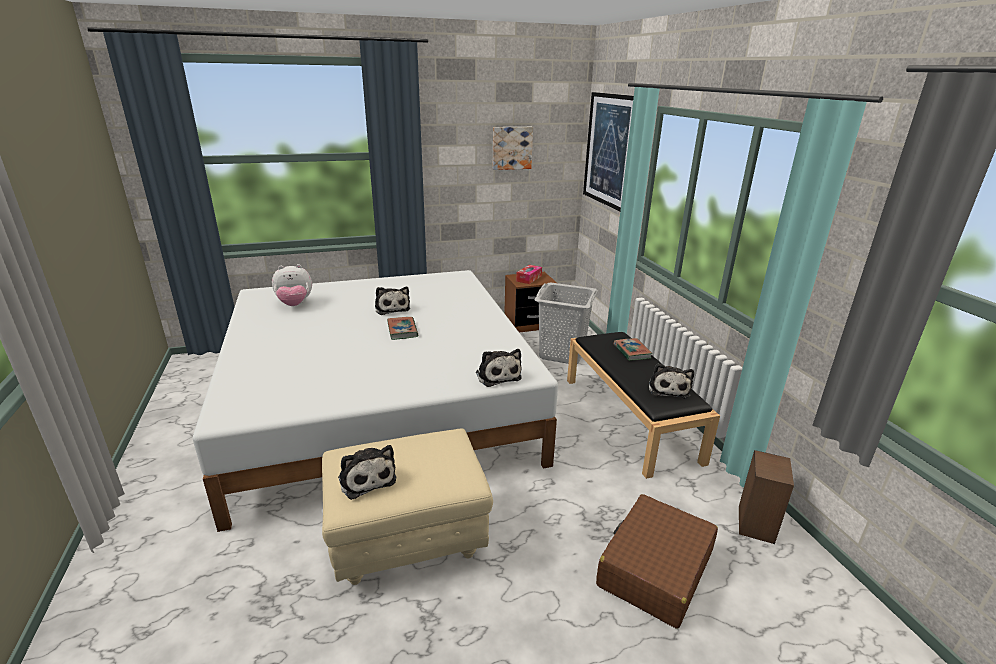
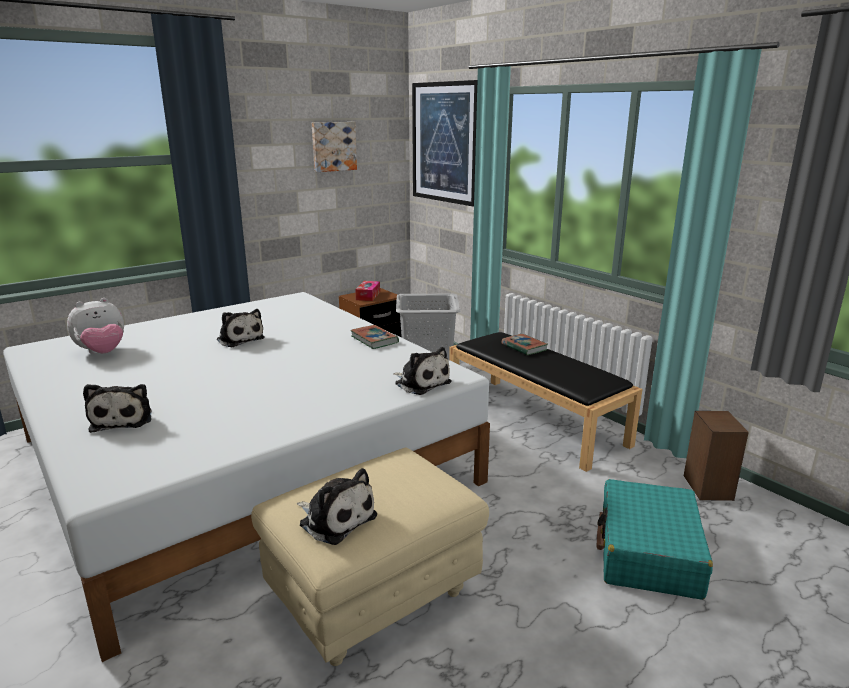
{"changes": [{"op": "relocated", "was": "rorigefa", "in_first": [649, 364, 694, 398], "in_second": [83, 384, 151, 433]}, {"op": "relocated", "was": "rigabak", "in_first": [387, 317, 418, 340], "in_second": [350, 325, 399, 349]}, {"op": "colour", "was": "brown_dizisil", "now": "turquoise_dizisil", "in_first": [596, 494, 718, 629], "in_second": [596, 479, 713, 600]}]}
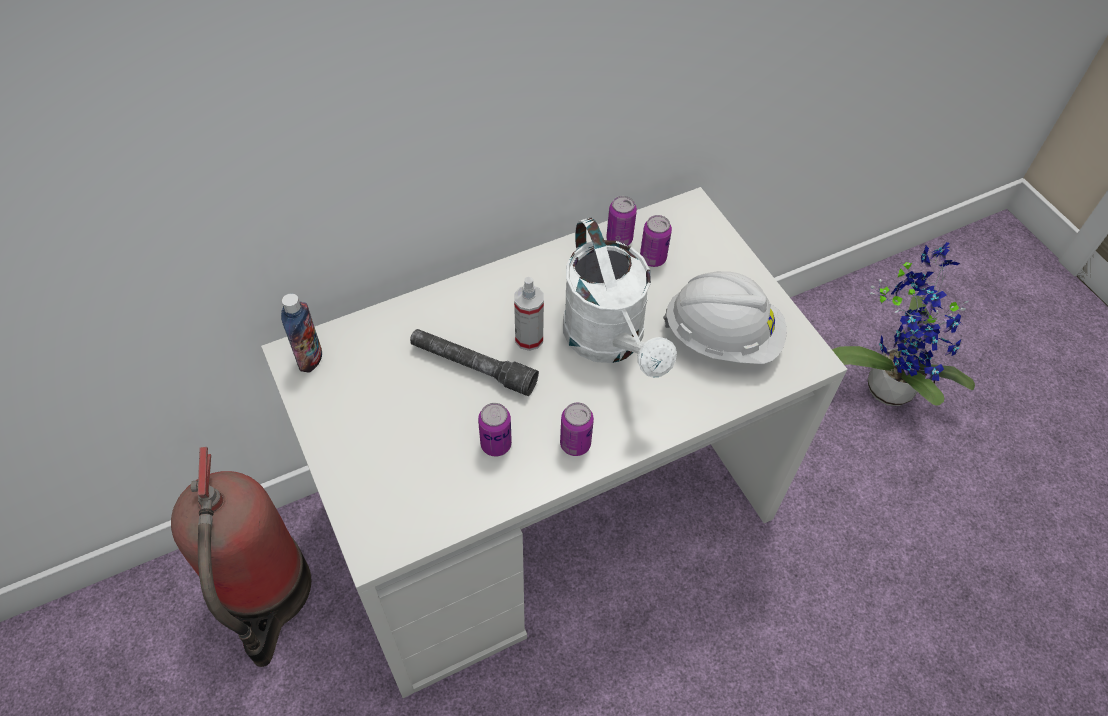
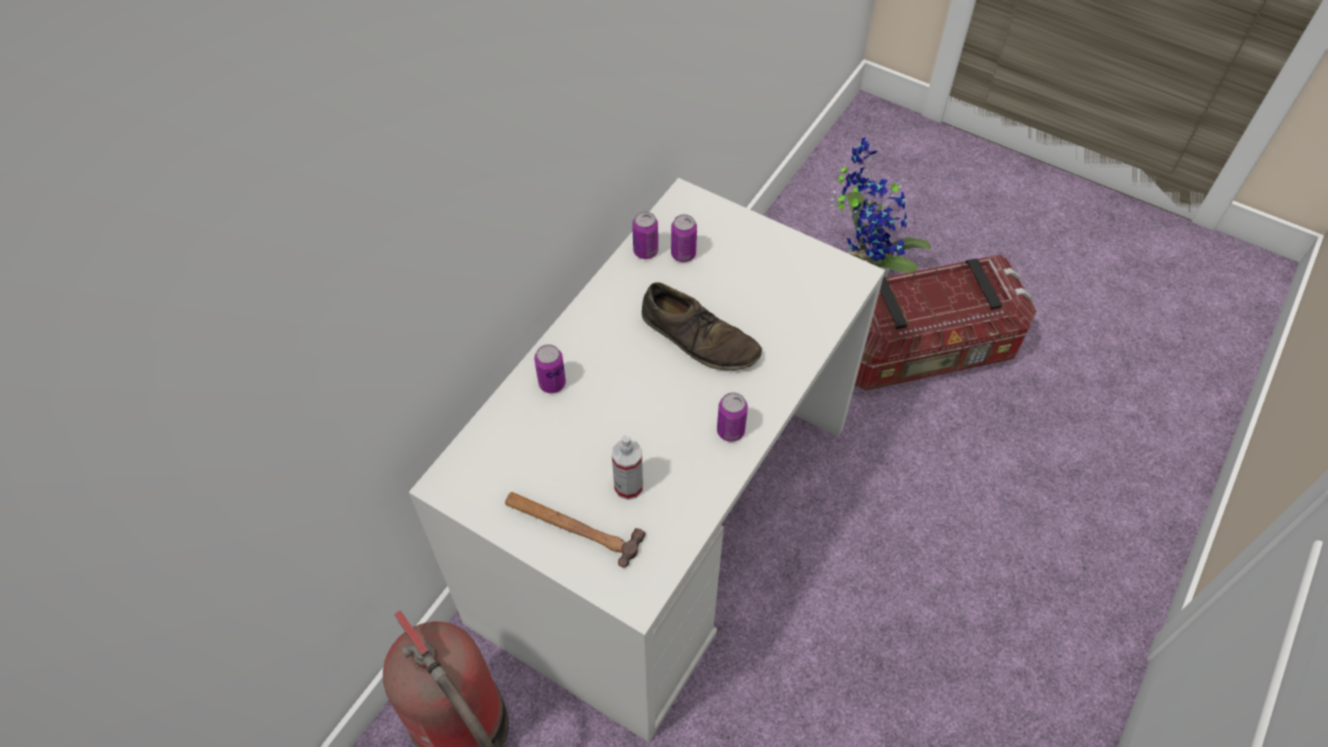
{"changes": [{"op": "appeared", "now": "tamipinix", "in_second": [505, 492, 646, 568]}, {"op": "relocated", "was": "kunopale", "in_first": [478, 403, 512, 456], "in_second": [534, 344, 566, 393]}, {"op": "relocated", "was": "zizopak", "in_first": [514, 277, 544, 351], "in_second": [612, 435, 643, 500]}, {"op": "exchanged", "was": "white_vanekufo", "now": "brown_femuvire", "in_first": [563, 218, 677, 378], "in_second": [642, 282, 762, 370]}, {"op": "appeared", "now": "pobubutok", "in_second": [855, 255, 1037, 391]}, {"op": "missing", "was": "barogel", "in_first": [281, 293, 322, 373]}, {"op": "missing", "was": "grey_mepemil", "in_first": [410, 329, 539, 396]}, {"op": "missing", "was": "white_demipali", "in_first": [663, 271, 787, 364]}]}
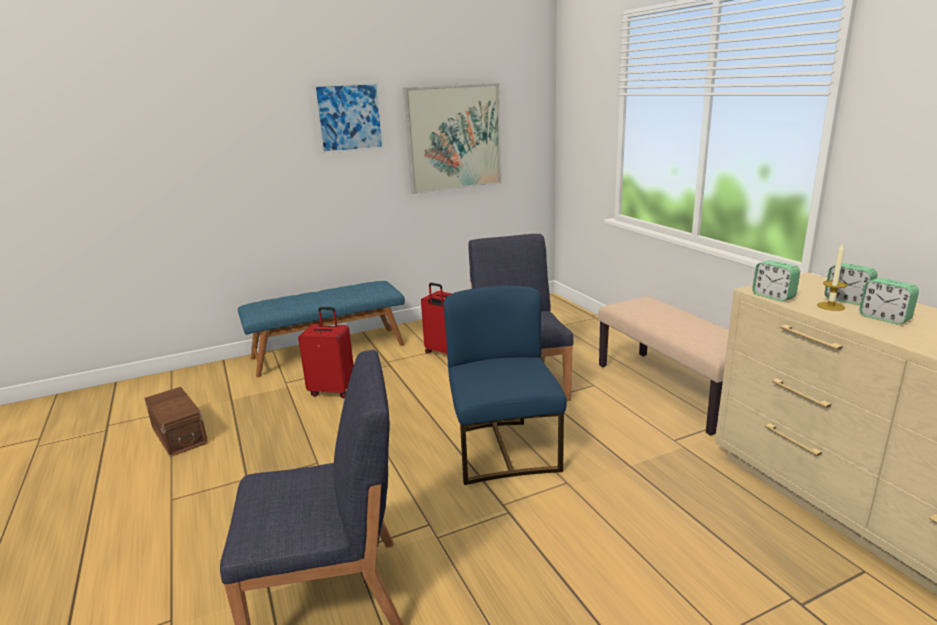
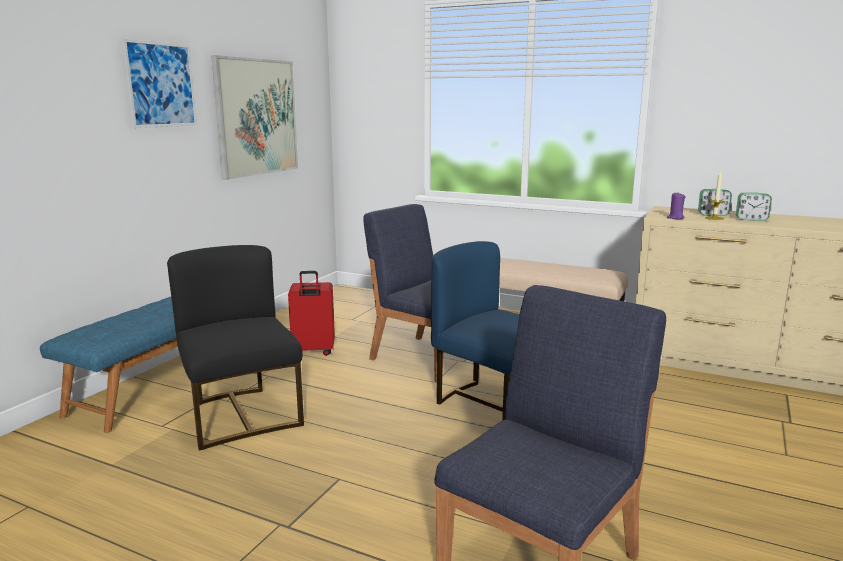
{"changes": [{"op": "exchanged", "was": "red_dizisil", "now": "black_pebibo", "in_first": [298, 307, 354, 399], "in_second": [167, 245, 304, 451]}, {"op": "exchanged", "was": "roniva", "now": "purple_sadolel", "in_first": [752, 260, 800, 301], "in_second": [667, 192, 685, 219]}, {"op": "missing", "was": "brown_pobubutok", "in_first": [144, 387, 208, 457]}]}
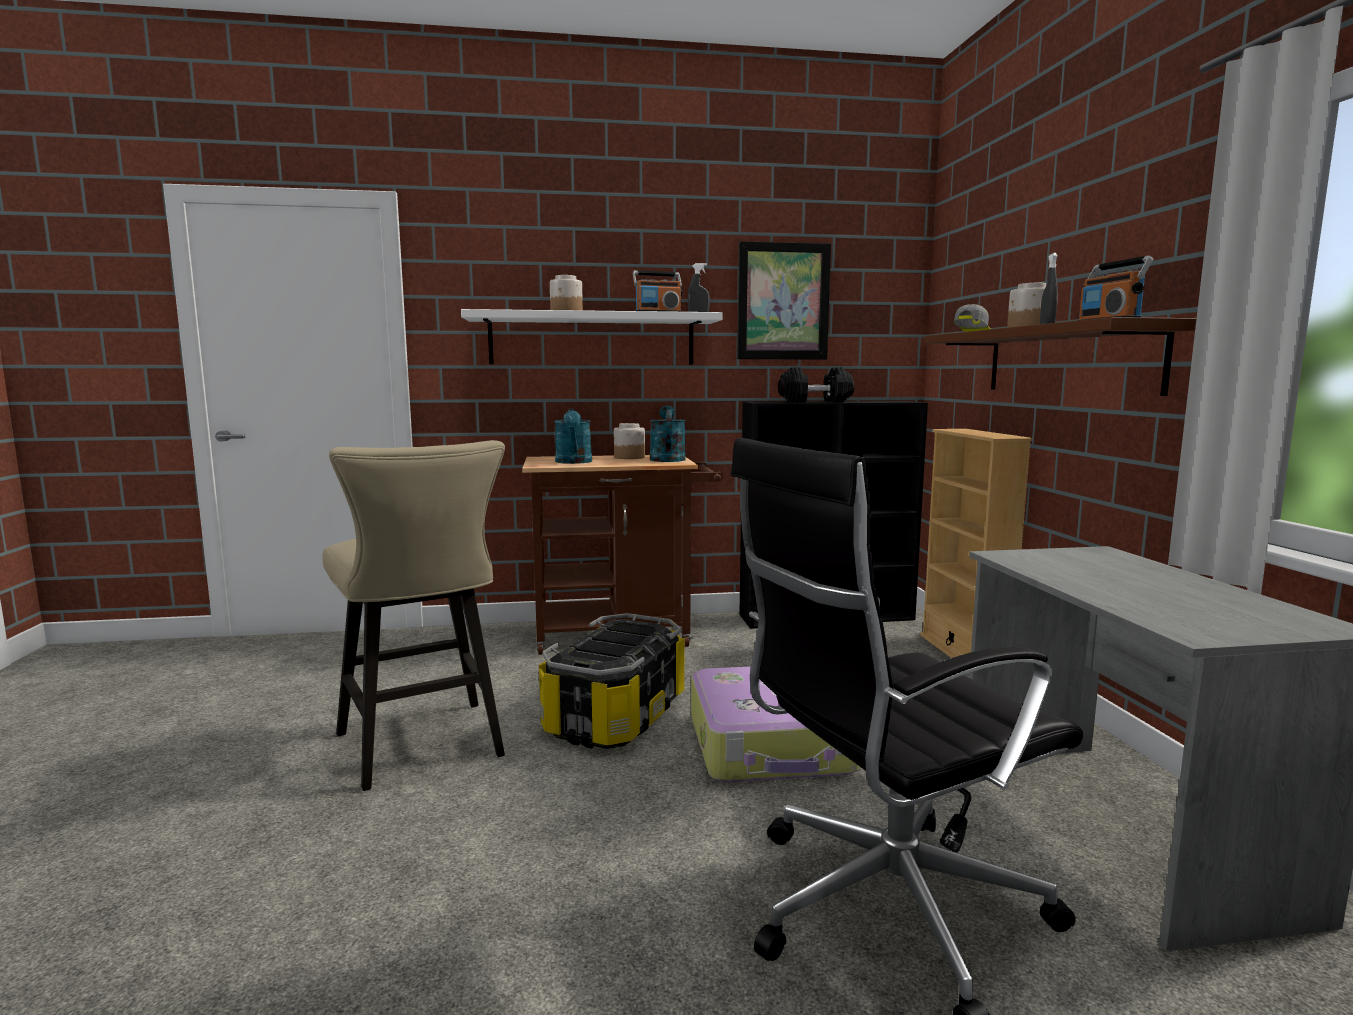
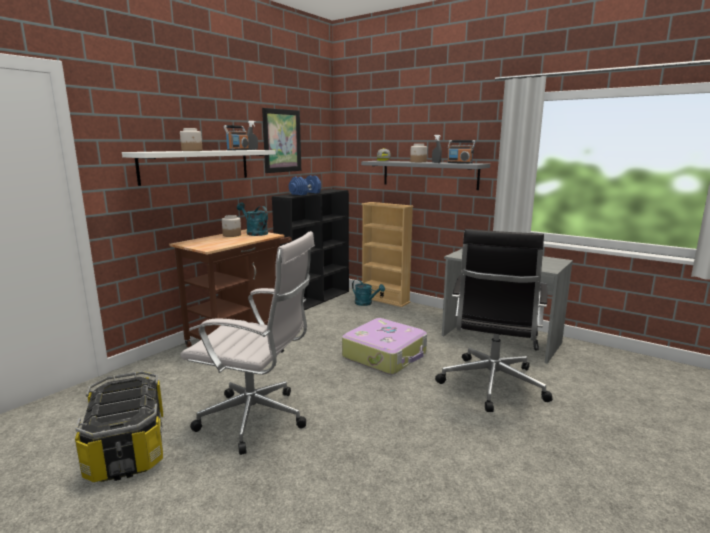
{"changes": [{"op": "relocated", "was": "pobubutok", "in_first": [539, 613, 684, 749], "in_second": [75, 371, 163, 482]}, {"op": "exchanged", "was": "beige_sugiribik", "now": "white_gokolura", "in_first": [322, 440, 505, 791], "in_second": [181, 231, 315, 455]}, {"op": "colour", "was": "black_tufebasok", "now": "blue_tufebasok", "in_first": [778, 367, 855, 402], "in_second": [289, 175, 321, 195]}, {"op": "relocated", "was": "turquoise_vanekufo", "in_first": [554, 409, 592, 464], "in_second": [352, 279, 385, 306]}, {"op": "colour", "was": "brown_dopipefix", "now": "grey_dopipefix", "in_first": [925, 317, 1197, 396], "in_second": [361, 161, 490, 190]}]}
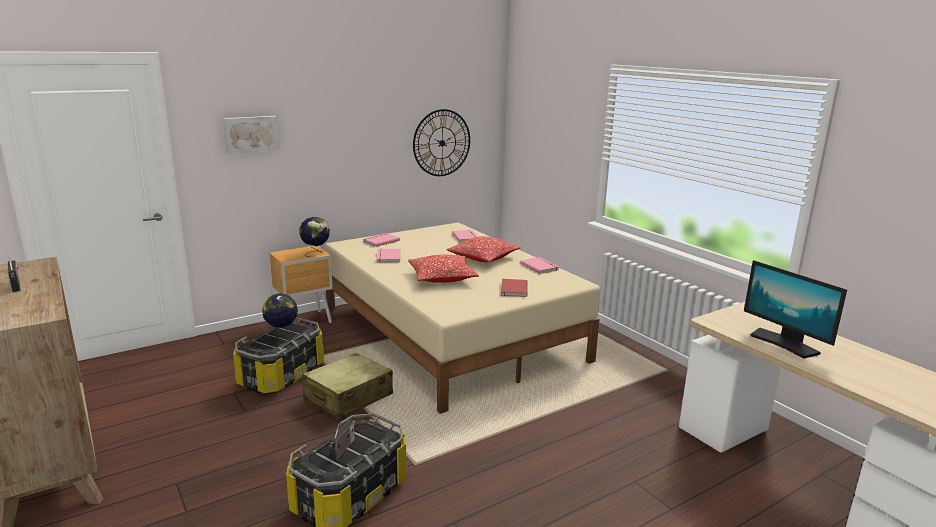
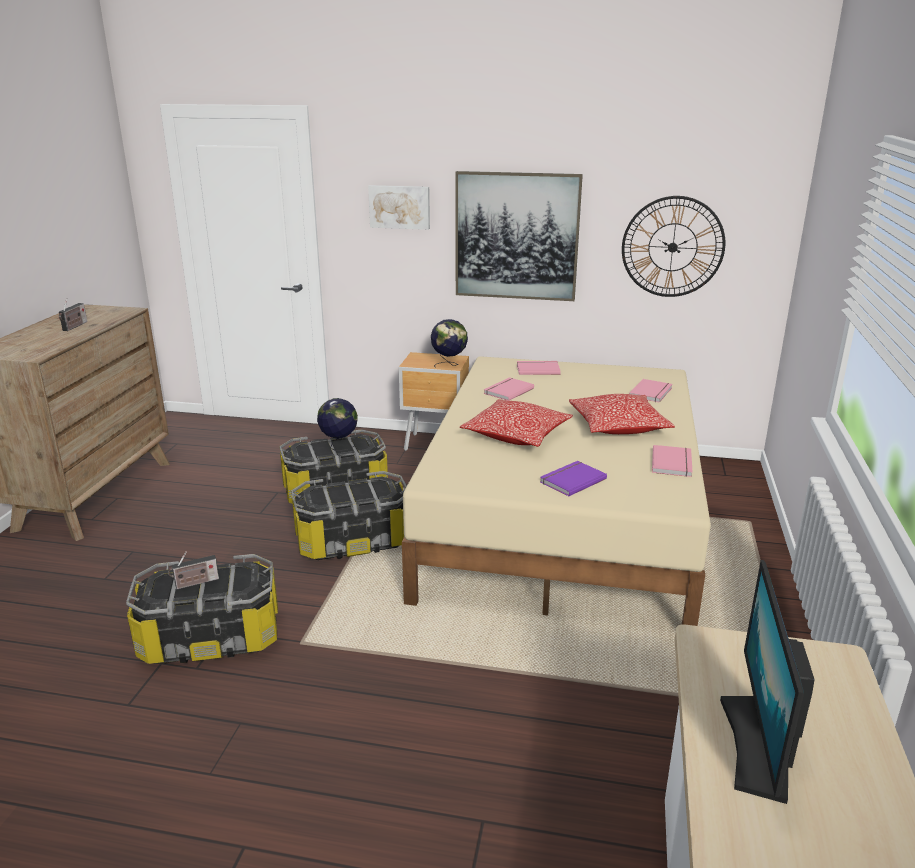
{"changes": [{"op": "exchanged", "was": "beige_dizisil", "now": "pobubutok", "in_first": [302, 353, 393, 419], "in_second": [291, 471, 407, 560]}, {"op": "appeared", "now": "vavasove", "in_second": [456, 171, 583, 301]}, {"op": "colour", "was": "red_rigabak", "now": "purple_rigabak", "in_first": [501, 279, 528, 297], "in_second": [540, 461, 607, 496]}]}
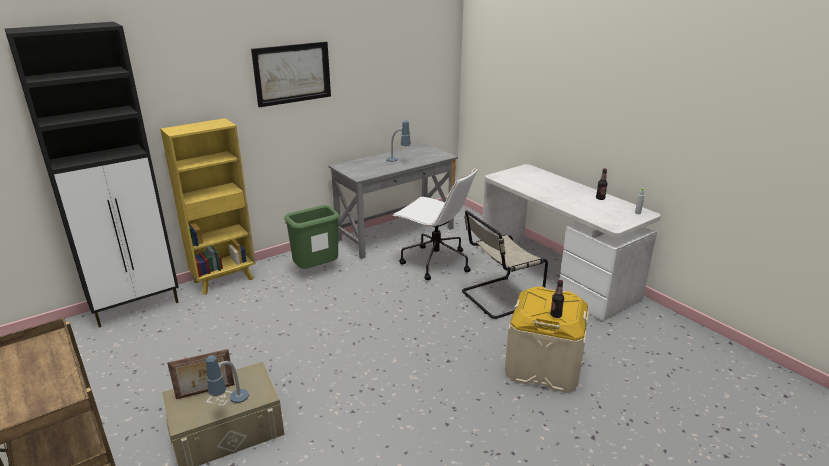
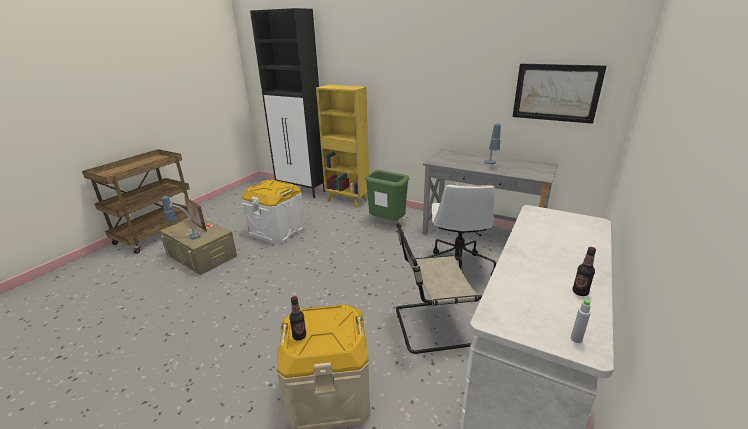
{"changes": [{"op": "appeared", "now": "white_pobubutok", "in_second": [242, 180, 305, 244]}, {"op": "spun", "was": "beige_pebibo", "in_first": [462, 210, 548, 319], "in_second": [396, 223, 482, 354], "clockwise": -45}, {"op": "relocated", "was": "vavasove", "in_first": [251, 41, 331, 107], "in_second": [513, 64, 607, 124]}]}
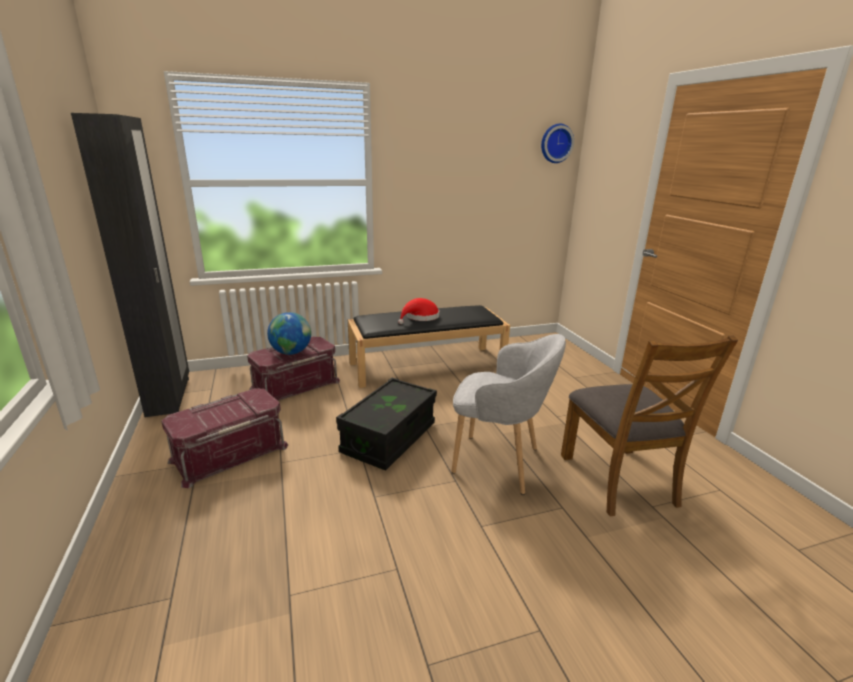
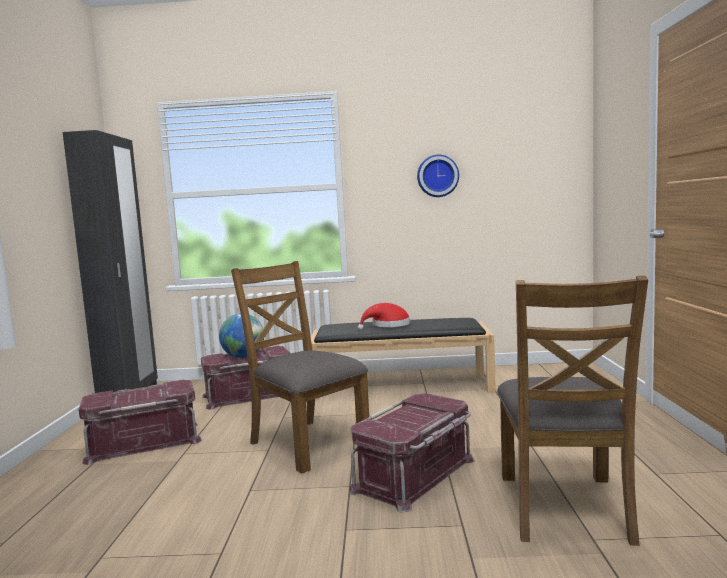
{"changes": [{"op": "exchanged", "was": "black_pobubutok", "now": "brown_pebibo", "in_first": [336, 378, 437, 470], "in_second": [231, 261, 369, 474]}, {"op": "exchanged", "was": "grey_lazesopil", "now": "red_pobubutok", "in_first": [451, 334, 566, 495], "in_second": [349, 393, 475, 512]}, {"op": "relocated", "was": "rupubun", "in_first": [541, 124, 574, 163], "in_second": [417, 155, 459, 197]}]}
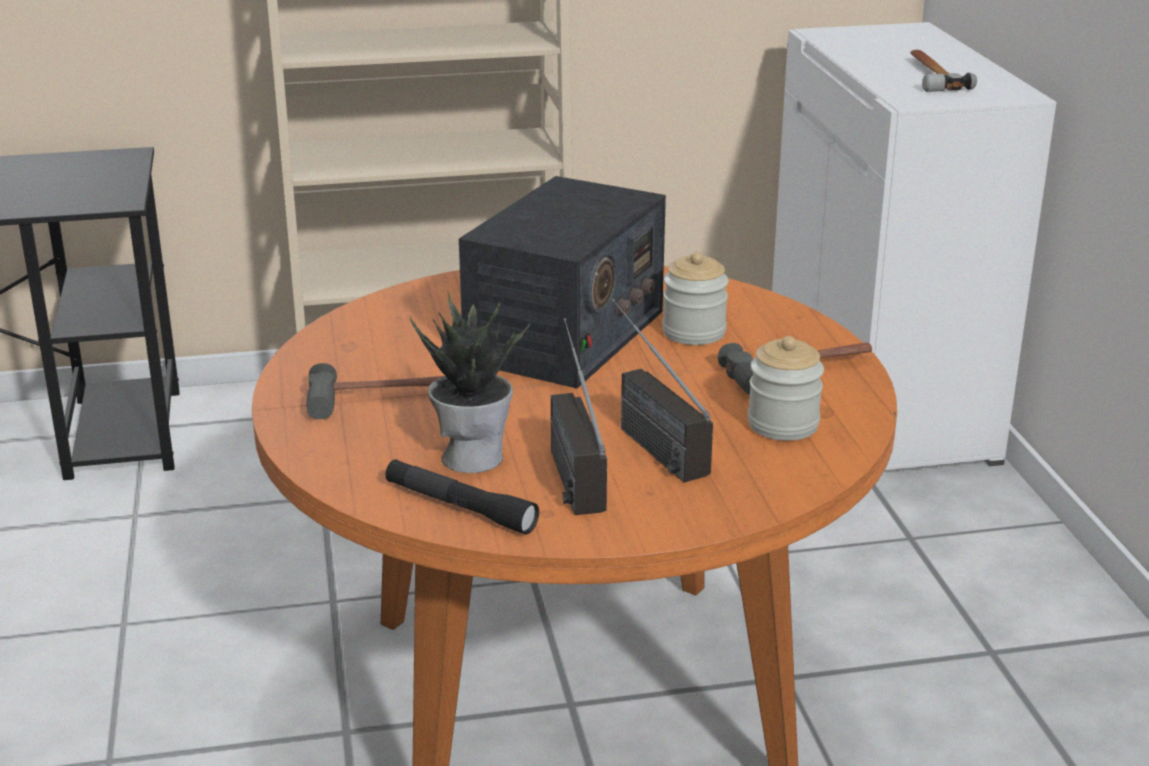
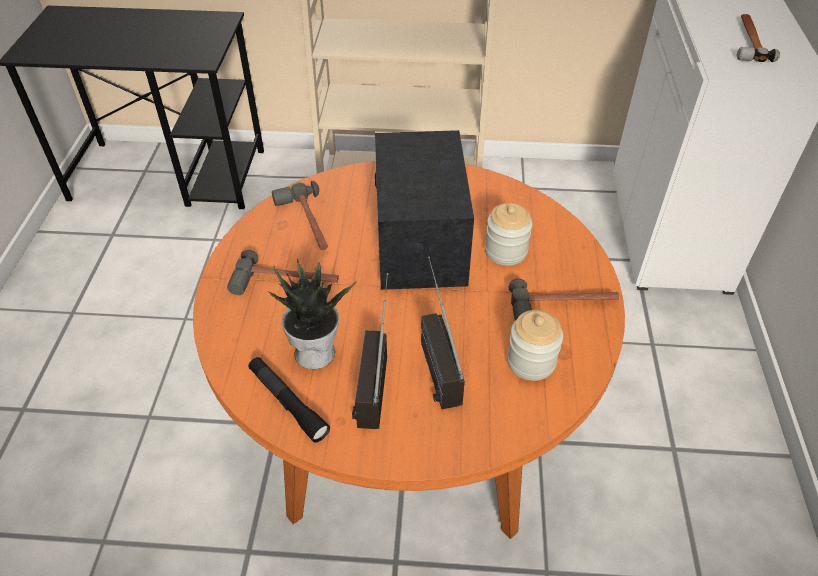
{"changes": [{"op": "appeared", "now": "tamipinix", "in_second": [272, 181, 328, 250]}, {"op": "spun", "was": "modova", "in_first": [459, 176, 666, 388], "in_second": [375, 130, 474, 290], "clockwise": 135}]}
